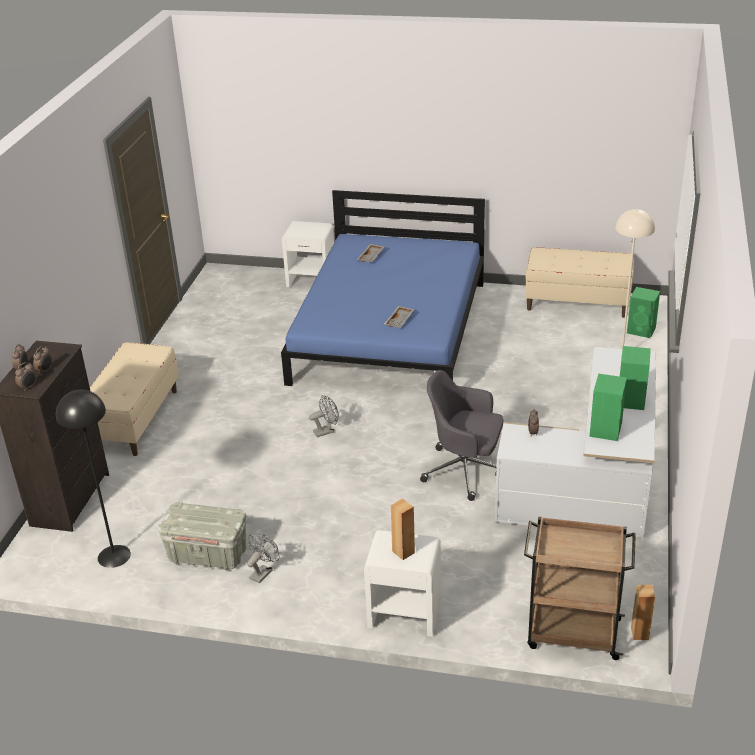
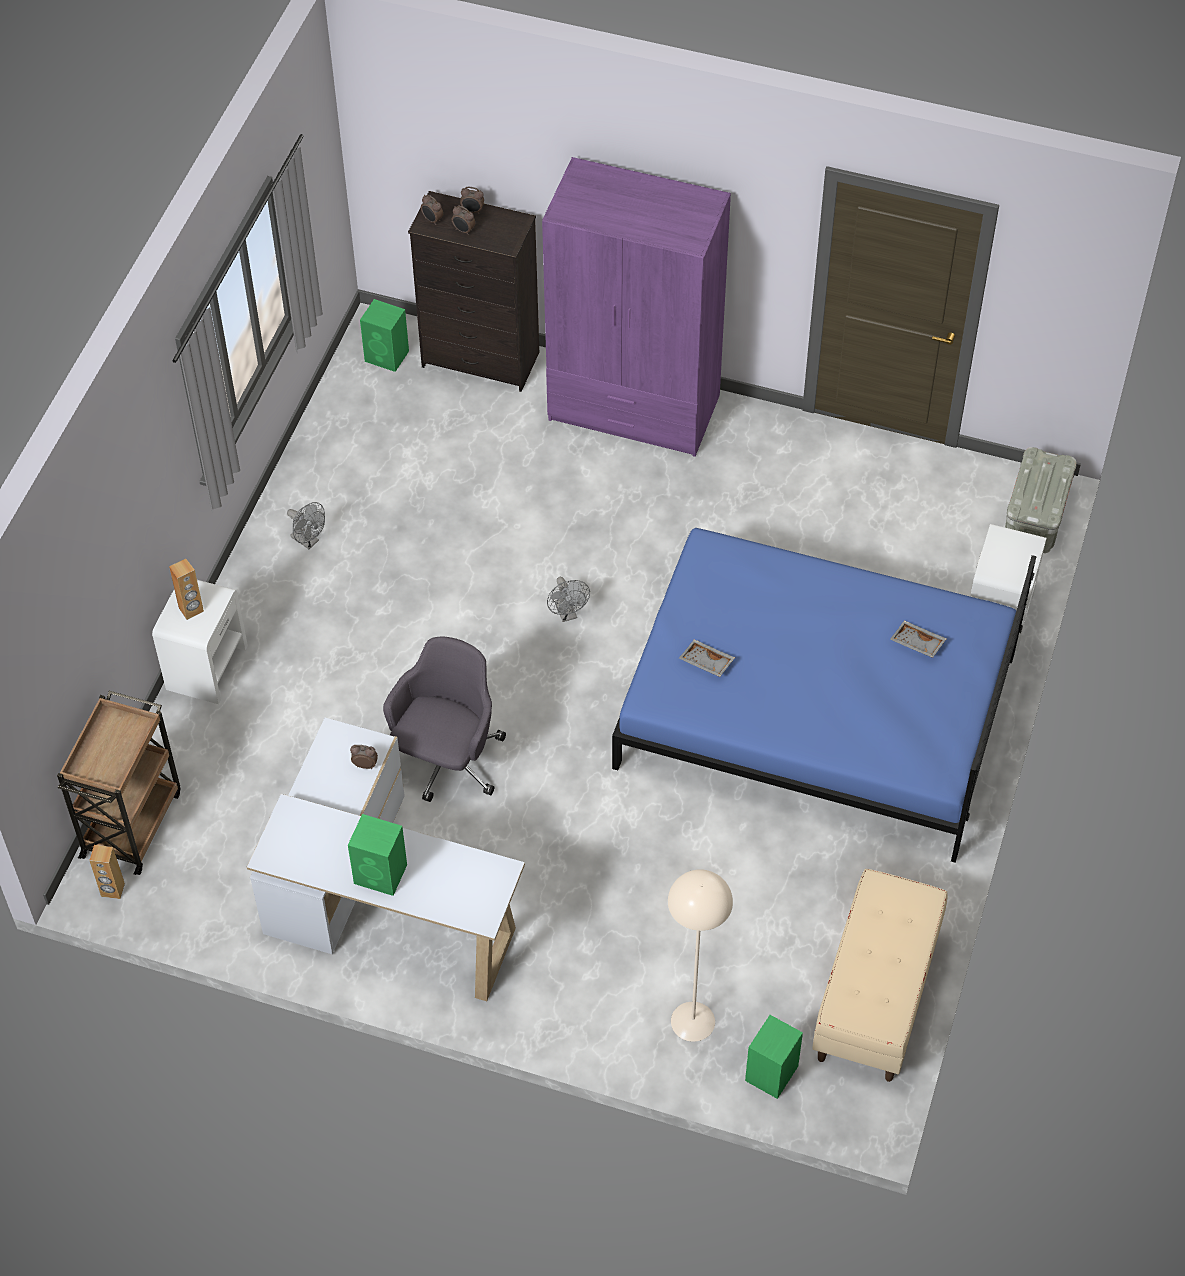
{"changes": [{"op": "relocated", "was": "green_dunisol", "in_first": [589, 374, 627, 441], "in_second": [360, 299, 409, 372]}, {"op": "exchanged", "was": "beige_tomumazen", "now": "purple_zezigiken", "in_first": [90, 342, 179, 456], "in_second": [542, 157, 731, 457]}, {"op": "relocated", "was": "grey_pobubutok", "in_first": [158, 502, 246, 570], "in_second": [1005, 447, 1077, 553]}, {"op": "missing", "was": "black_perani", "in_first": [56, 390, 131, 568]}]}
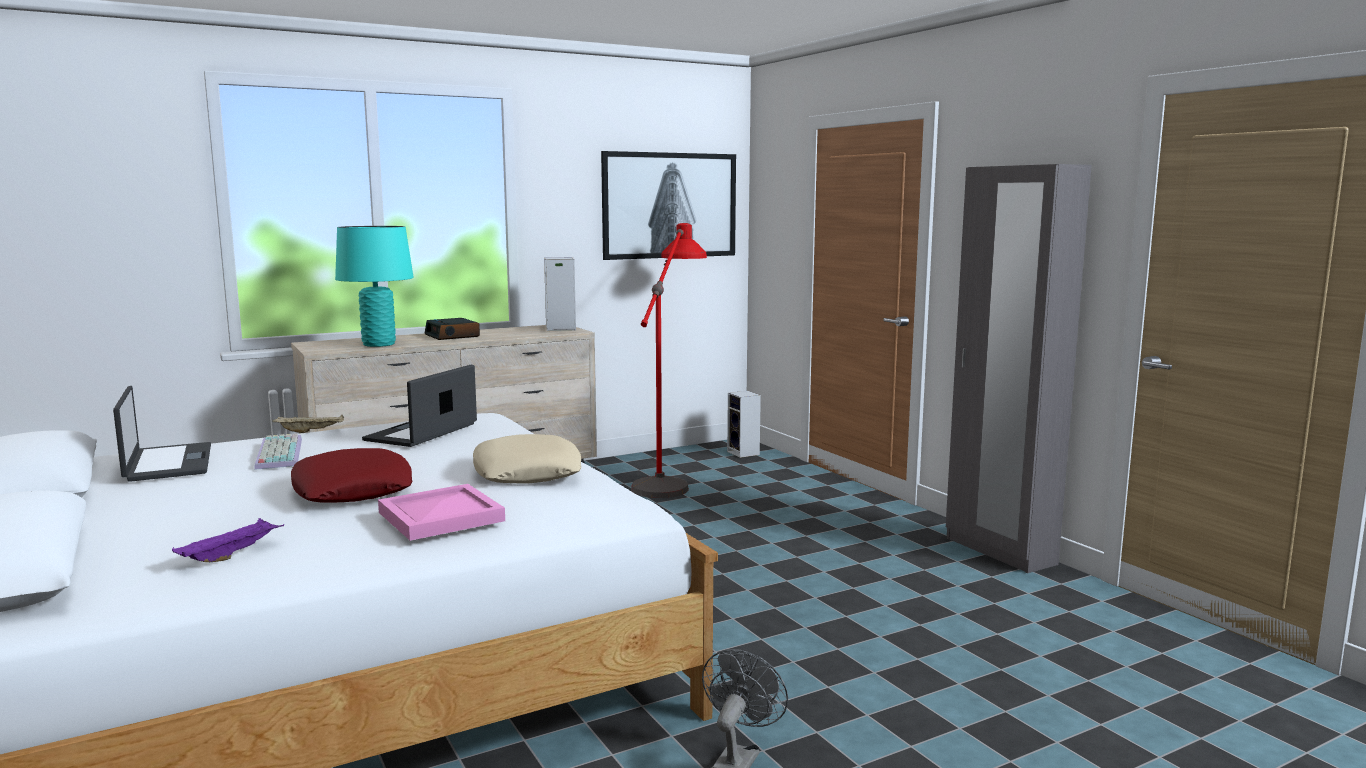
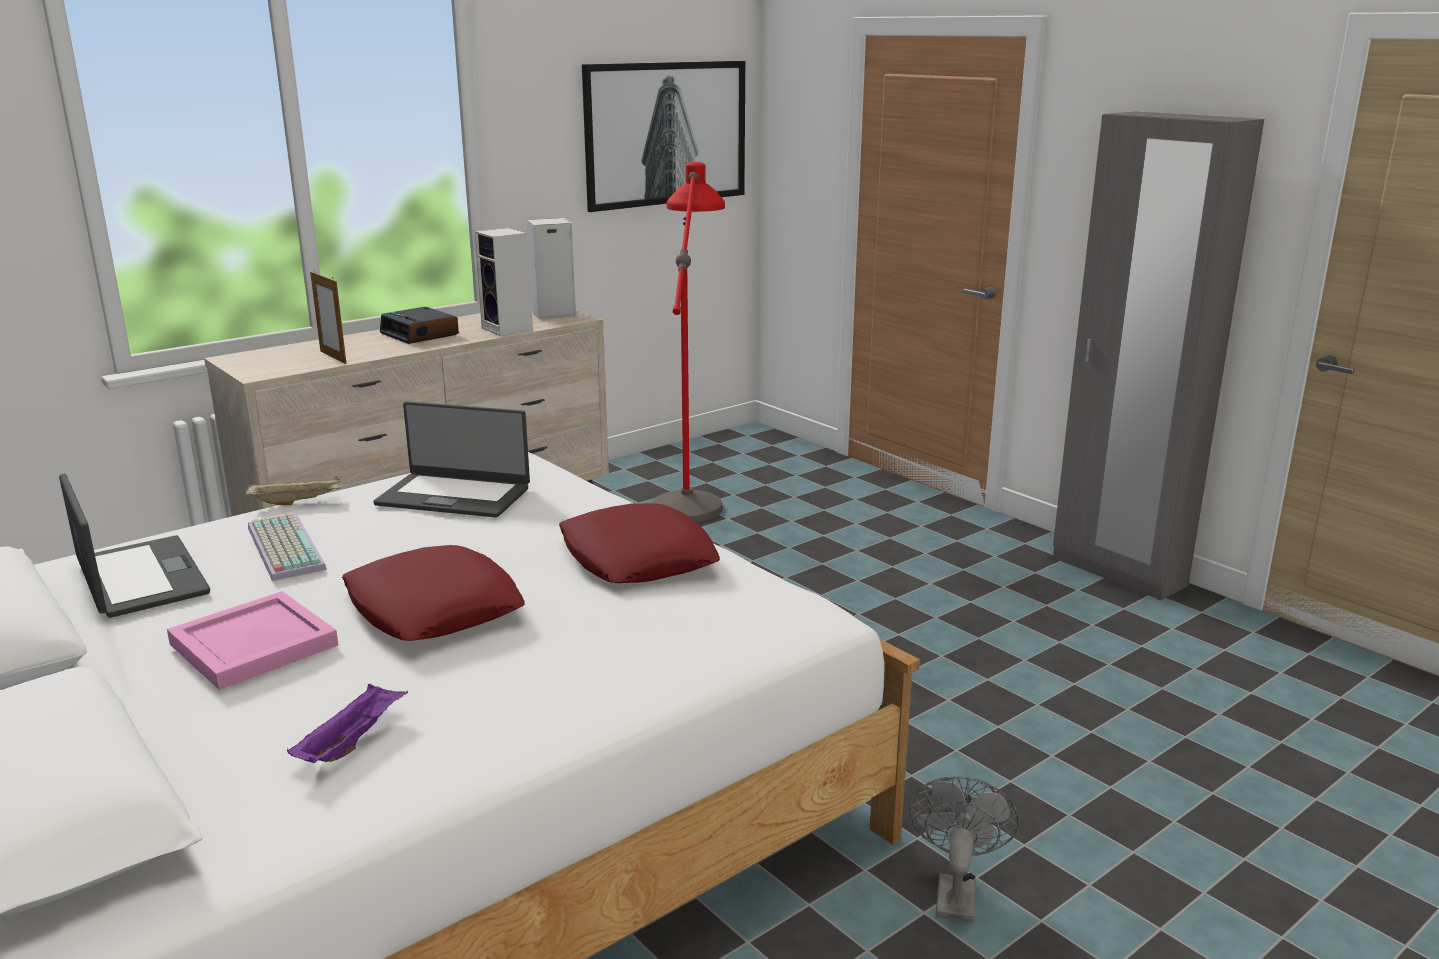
{"changes": [{"op": "relocated", "was": "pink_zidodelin", "in_first": [378, 484, 505, 541], "in_second": [167, 591, 339, 690]}, {"op": "exchanged", "was": "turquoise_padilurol", "now": "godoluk", "in_first": [335, 226, 414, 347], "in_second": [310, 270, 347, 364]}, {"op": "spun", "was": "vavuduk", "in_first": [362, 365, 477, 447], "in_second": [373, 401, 530, 518], "clockwise": -90}, {"op": "relocated", "was": "dunisol", "in_first": [727, 390, 761, 458], "in_second": [474, 228, 533, 336]}, {"op": "colour", "was": "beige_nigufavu", "now": "red_nigufavu", "in_first": [473, 434, 581, 483], "in_second": [559, 503, 720, 583]}]}
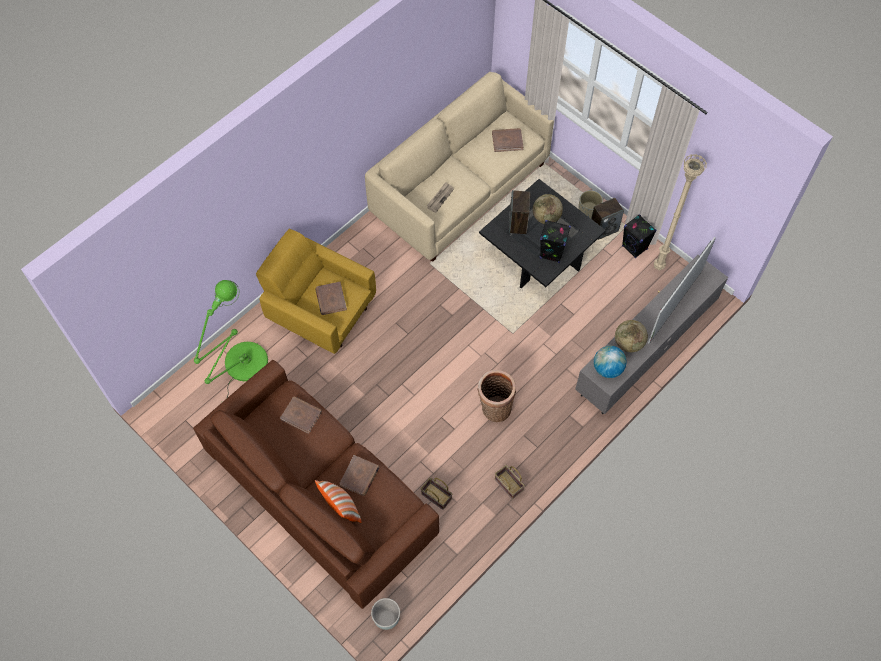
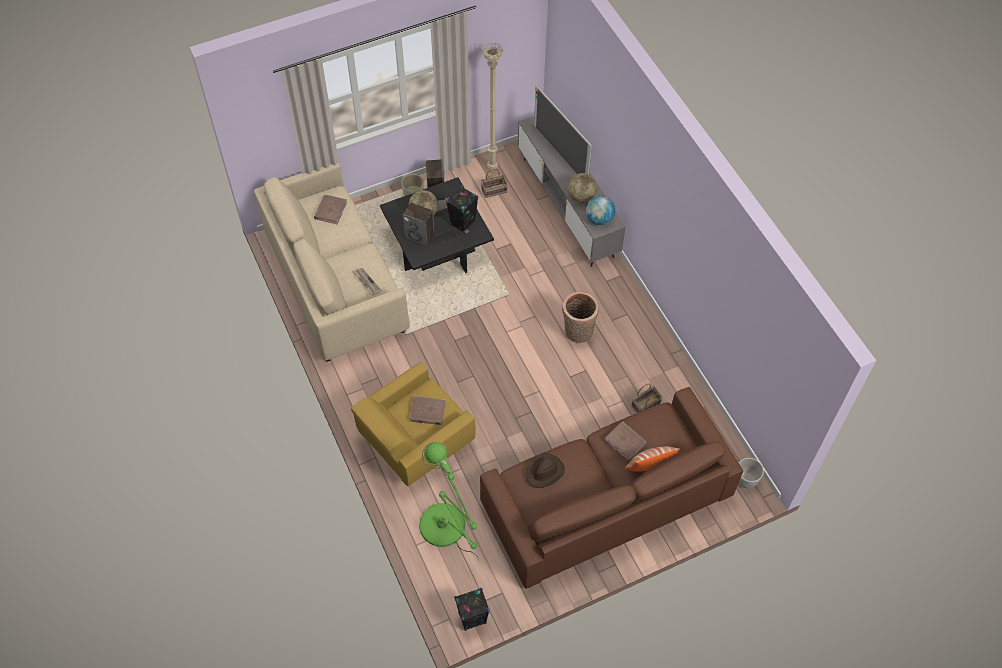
{"changes": [{"op": "relocated", "was": "black_dunisol", "in_first": [622, 214, 657, 259], "in_second": [454, 588, 490, 631]}, {"op": "relocated", "was": "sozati", "in_first": [495, 465, 525, 499], "in_second": [481, 168, 508, 198]}, {"op": "exchanged", "was": "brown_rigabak", "now": "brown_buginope", "in_first": [280, 396, 322, 434], "in_second": [526, 453, 565, 488]}]}
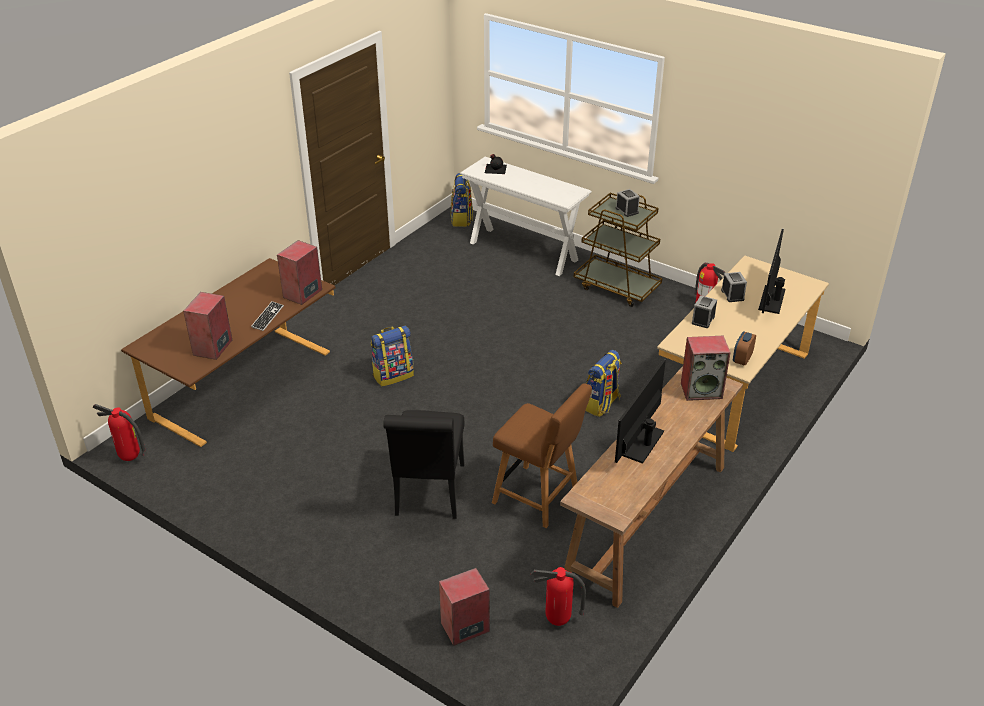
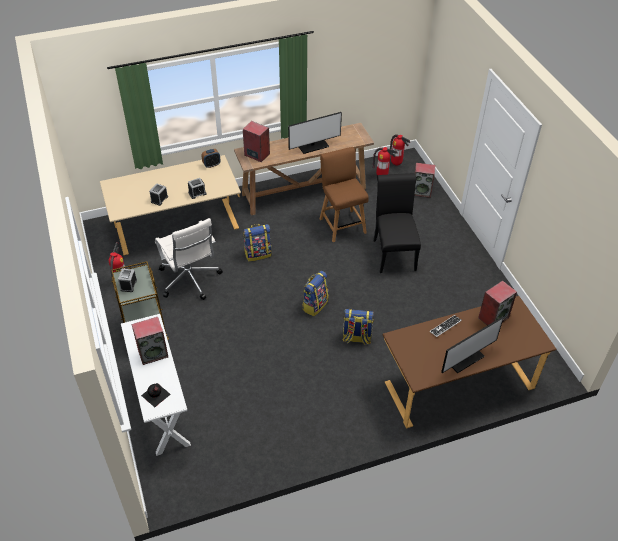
{"changes": [{"op": "relocated", "was": "dunisol", "in_first": [277, 240, 322, 305], "in_second": [131, 317, 168, 365]}, {"op": "appeared", "now": "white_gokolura", "in_second": [155, 218, 223, 300]}, {"op": "relocated", "was": "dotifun", "in_first": [451, 173, 473, 227], "in_second": [302, 271, 329, 316]}, {"op": "spun", "was": "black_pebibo", "in_first": [383, 410, 465, 519], "in_second": [373, 173, 421, 273], "clockwise": -45}, {"op": "relocated", "was": "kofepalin", "in_first": [93, 404, 147, 461], "in_second": [390, 134, 410, 166]}, {"op": "relocated", "was": "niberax", "in_first": [758, 229, 785, 314], "in_second": [441, 317, 504, 373]}]}
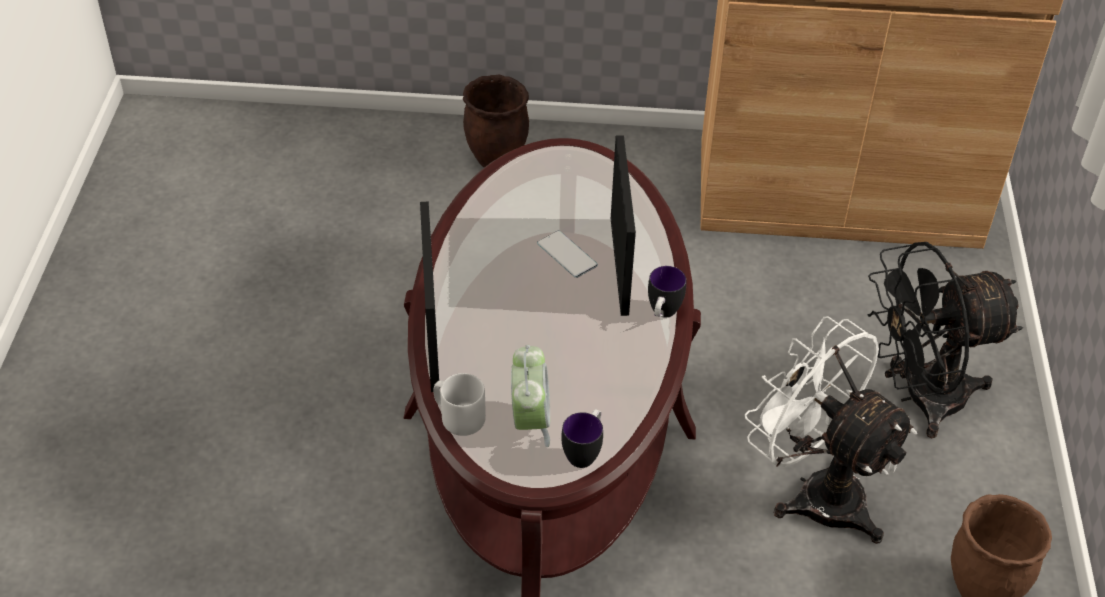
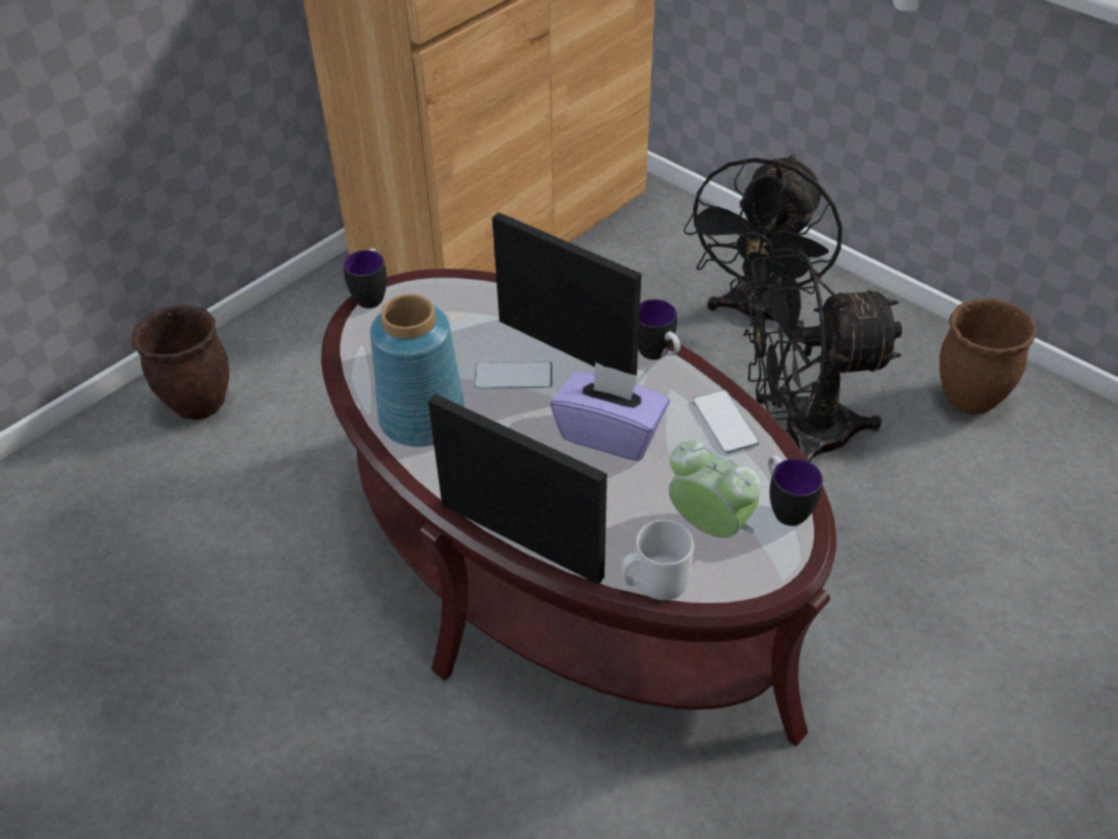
{"changes": [{"op": "appeared", "now": "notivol", "in_second": [343, 248, 387, 308]}, {"op": "appeared", "now": "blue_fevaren", "in_second": [370, 294, 465, 447]}, {"op": "appeared", "now": "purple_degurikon", "in_second": [550, 362, 670, 461]}, {"op": "appeared", "now": "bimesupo", "in_second": [693, 390, 759, 454]}, {"op": "colour", "was": "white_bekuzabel", "now": "black_bekuzabel", "in_first": [745, 316, 917, 544], "in_second": [743, 250, 902, 462]}]}
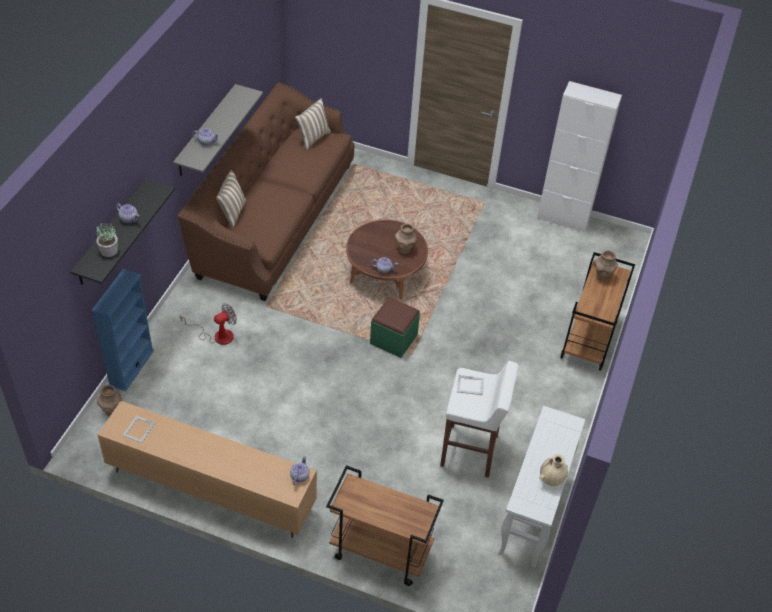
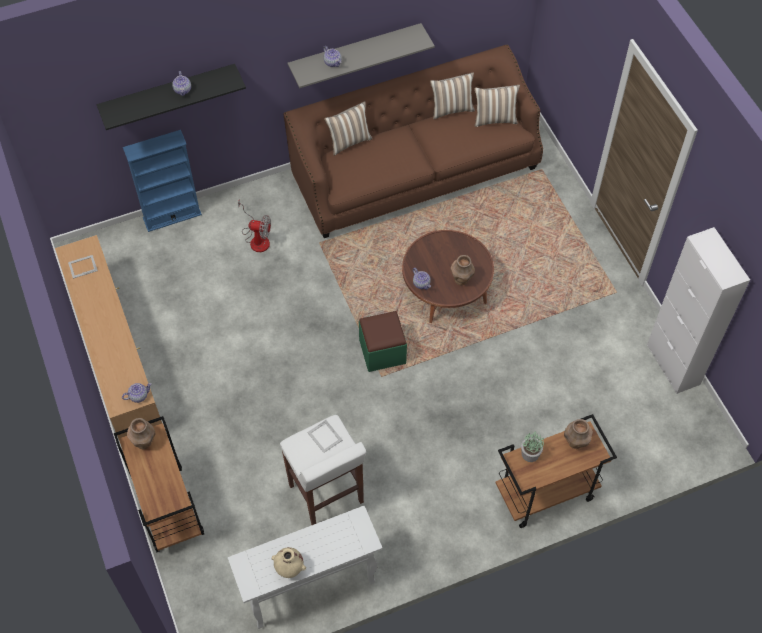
{"changes": [{"op": "relocated", "was": "brown_fevaren", "in_first": [97, 385, 122, 416], "in_second": [127, 418, 156, 449]}, {"op": "appeared", "now": "nigufavu", "in_second": [430, 72, 475, 119]}, {"op": "relocated", "was": "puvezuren", "in_first": [96, 221, 118, 257], "in_second": [521, 432, 544, 462]}]}
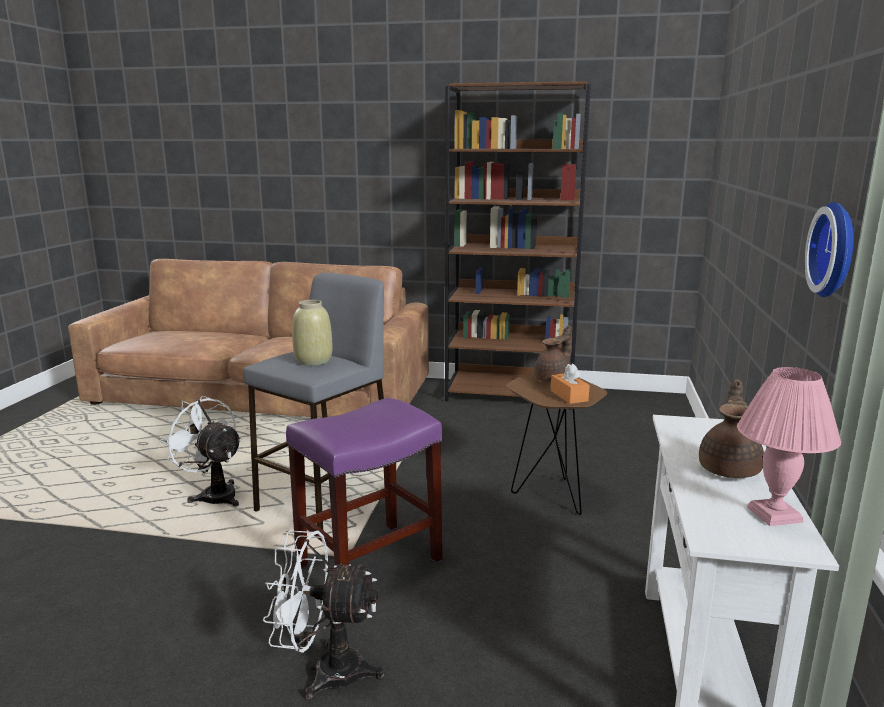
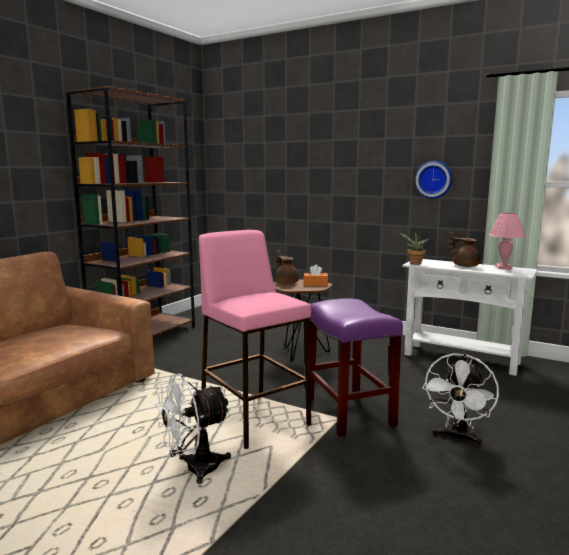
{"changes": [{"op": "colour", "was": "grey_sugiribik", "now": "pink_sugiribik", "in_first": [243, 273, 384, 530], "in_second": [199, 230, 311, 449]}, {"op": "appeared", "now": "puvezuren", "in_second": [399, 232, 429, 265]}, {"op": "missing", "was": "beige_fevaren", "in_first": [292, 300, 332, 366]}]}
